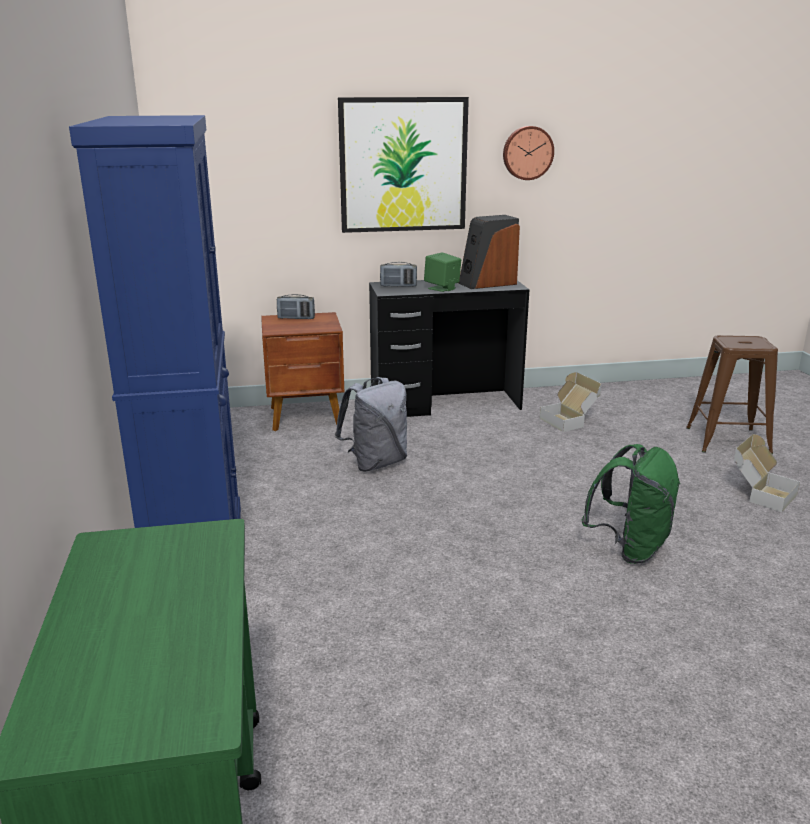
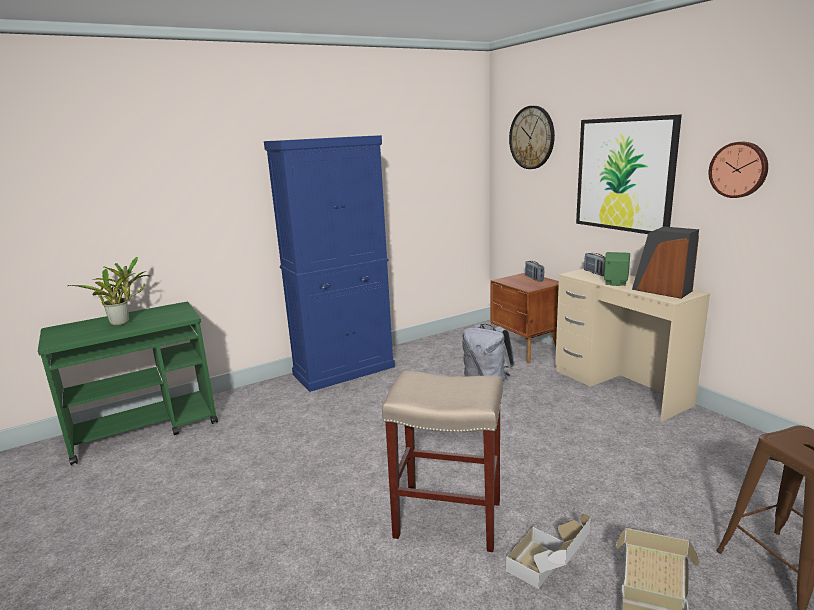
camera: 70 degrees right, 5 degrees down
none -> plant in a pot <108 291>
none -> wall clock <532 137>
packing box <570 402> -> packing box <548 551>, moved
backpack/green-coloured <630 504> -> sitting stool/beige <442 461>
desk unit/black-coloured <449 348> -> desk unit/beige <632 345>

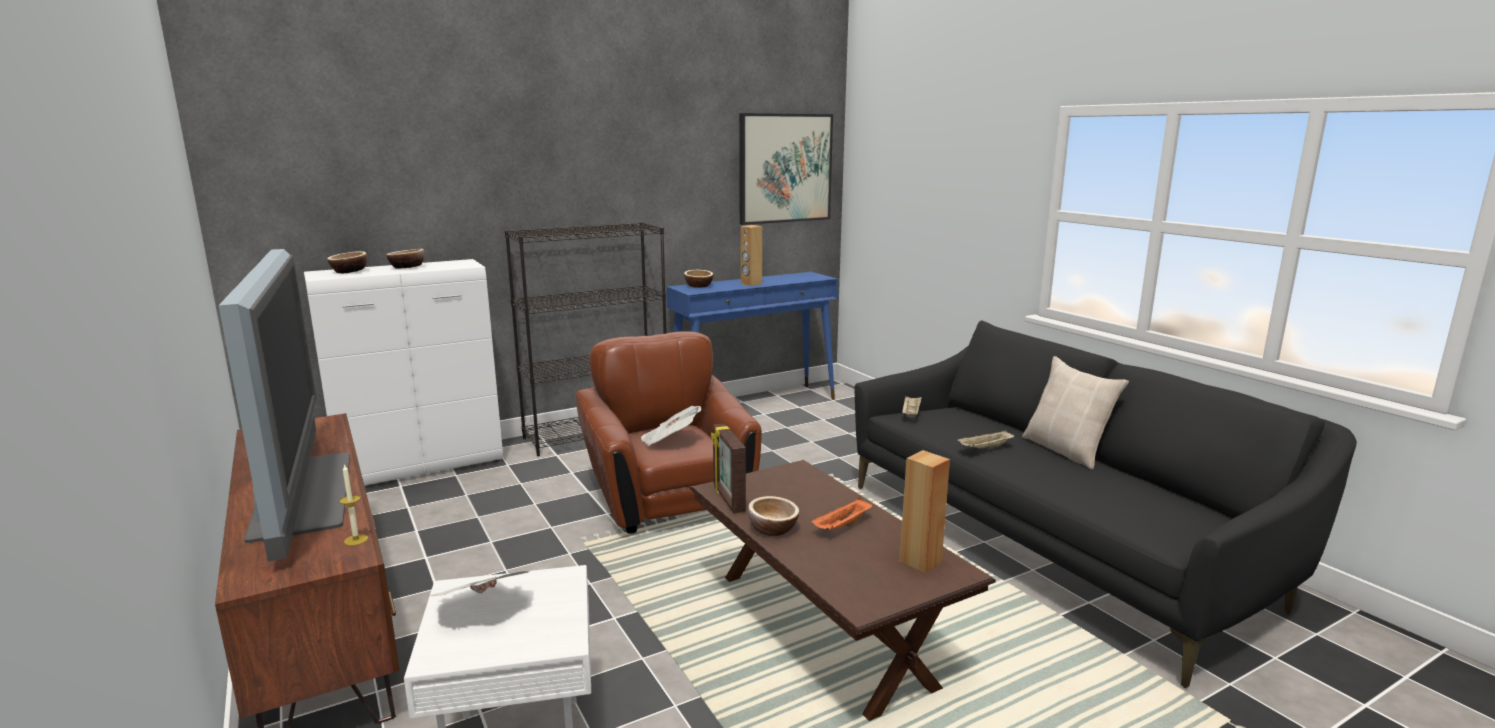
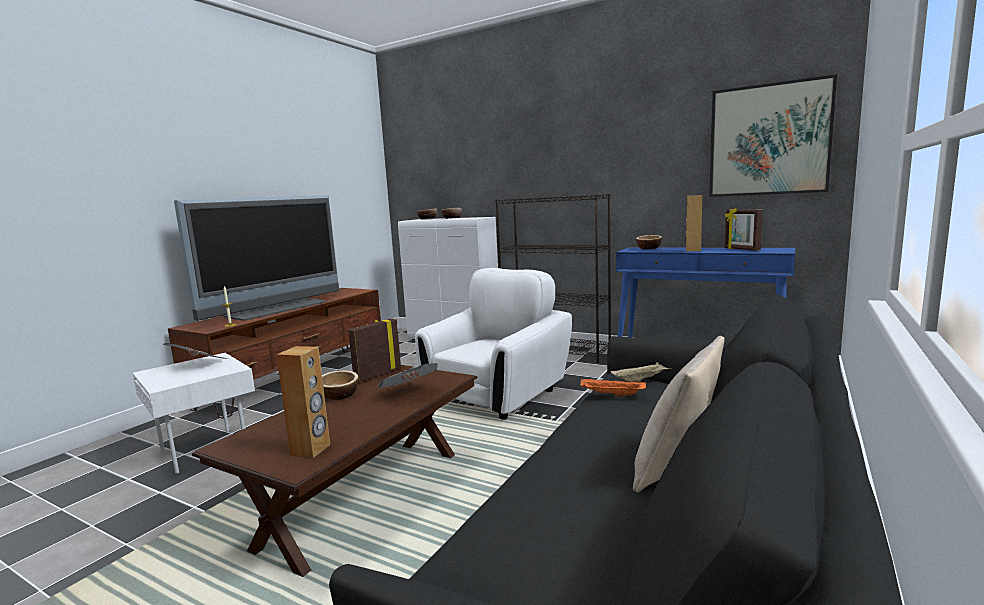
camera: 60 degrees right, 5 degrees down
carrying tray/beige <986 440> -> none
none -> standing frame <744 229>
daily paper <671 426> -> daily paper <408 375>, moved
carrying tray/orangey <842 514> -> carrying tray/orangey <613 388>, moved
lounge chair/brown-coloured <669 432> -> lounge chair/whitish <493 343>

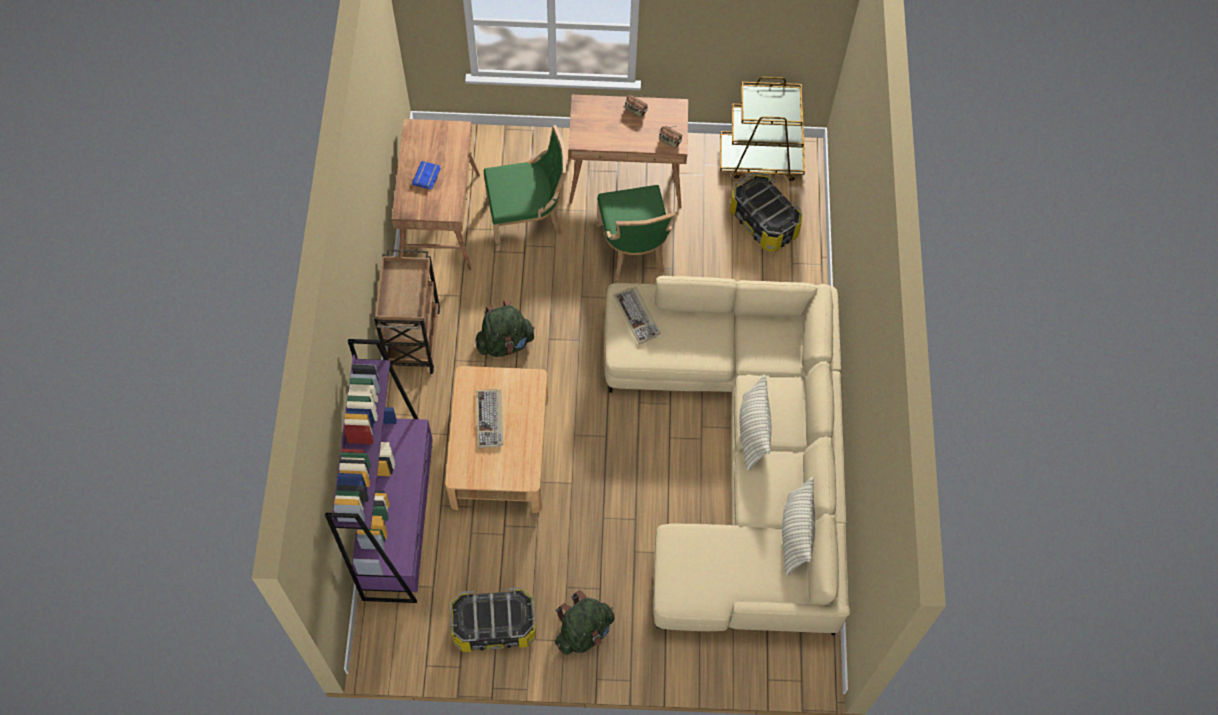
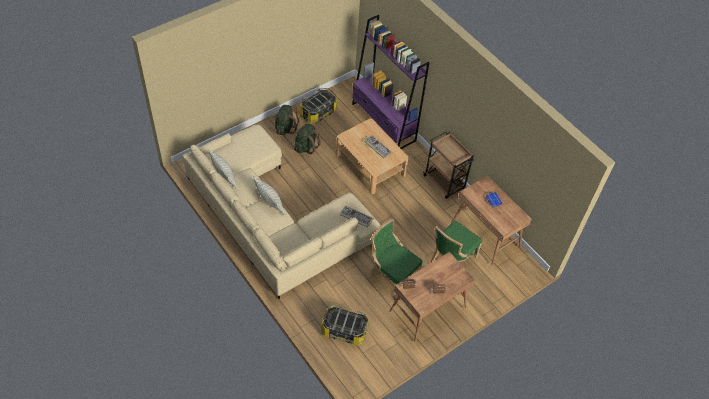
camera: 140 degrees right, 10 degrees down
trolley/brown-coloured <762 129> -> none
backpack/green-coloured <505 328> -> backpack/green-coloured <307 139>, moved

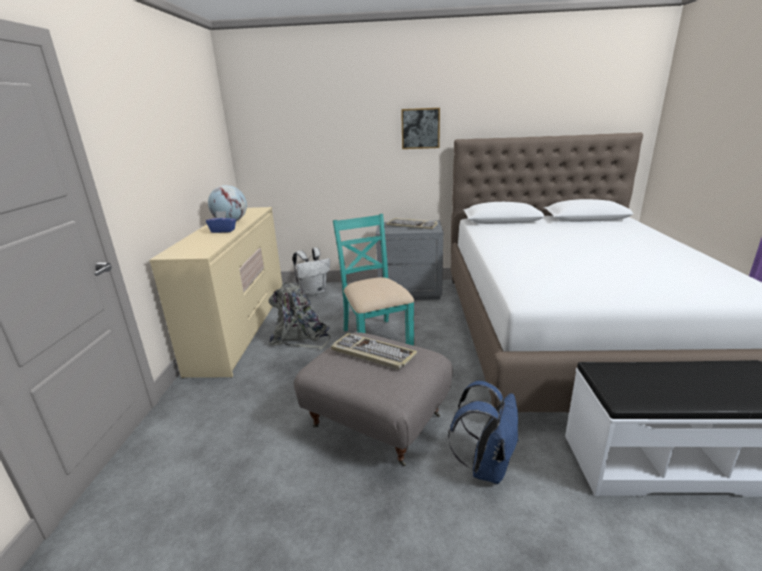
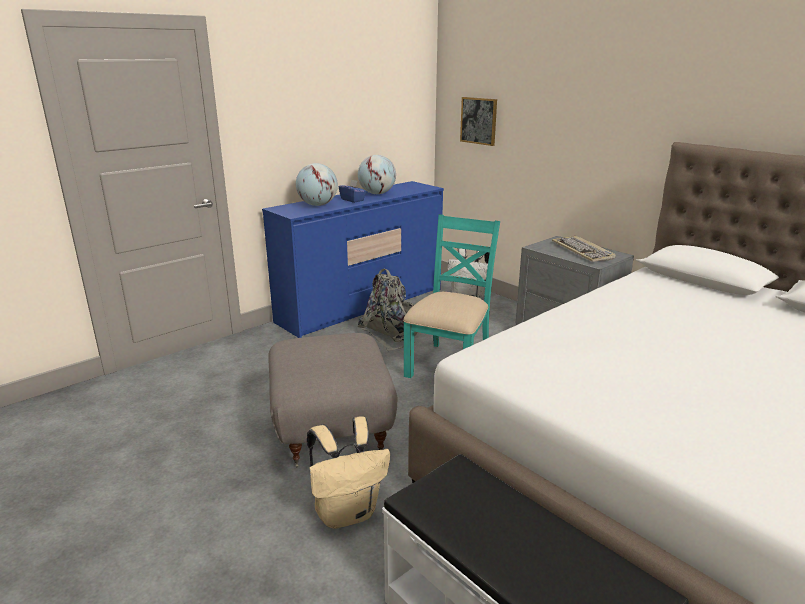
camera: 45 degrees right, 0 degrees up
PC keyboard <374 351> -> none
none -> world globe <317 184>
wall picture <420 128> -> wall picture <478 121>, moved
chest of drawers/beige <216 292> -> chest of drawers/blue-coloured <353 259>
backpack/blue-coloured <483 432> -> backpack/beige <348 473>

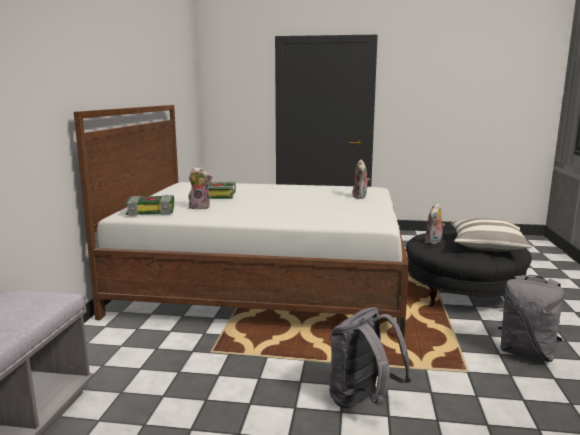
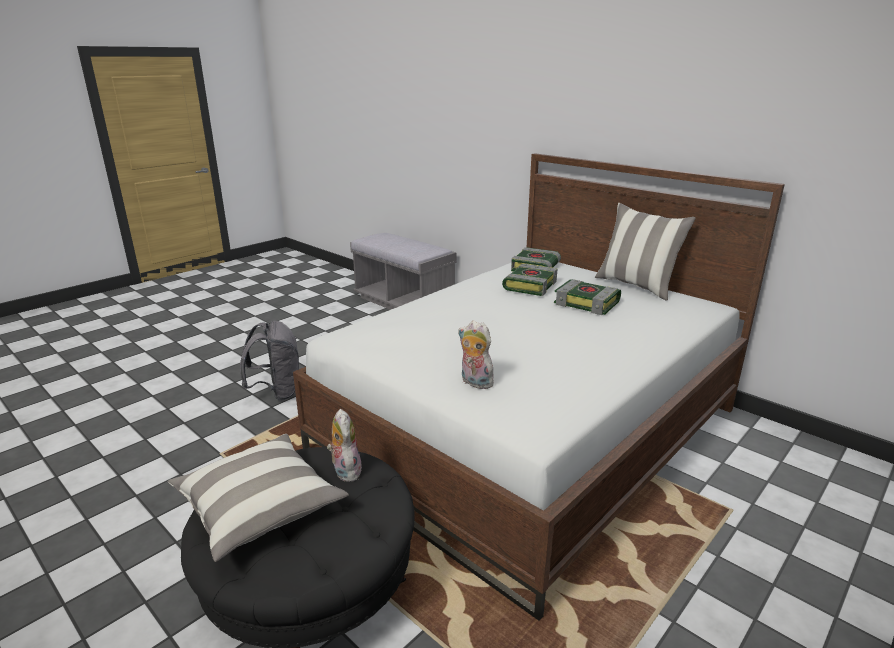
camera: 125 degrees right, 10 degrees up
backpack/greyish <531 318> -> none
none -> throw pillow <645 252>
soft toy <200 188> -> bound book <529 280>

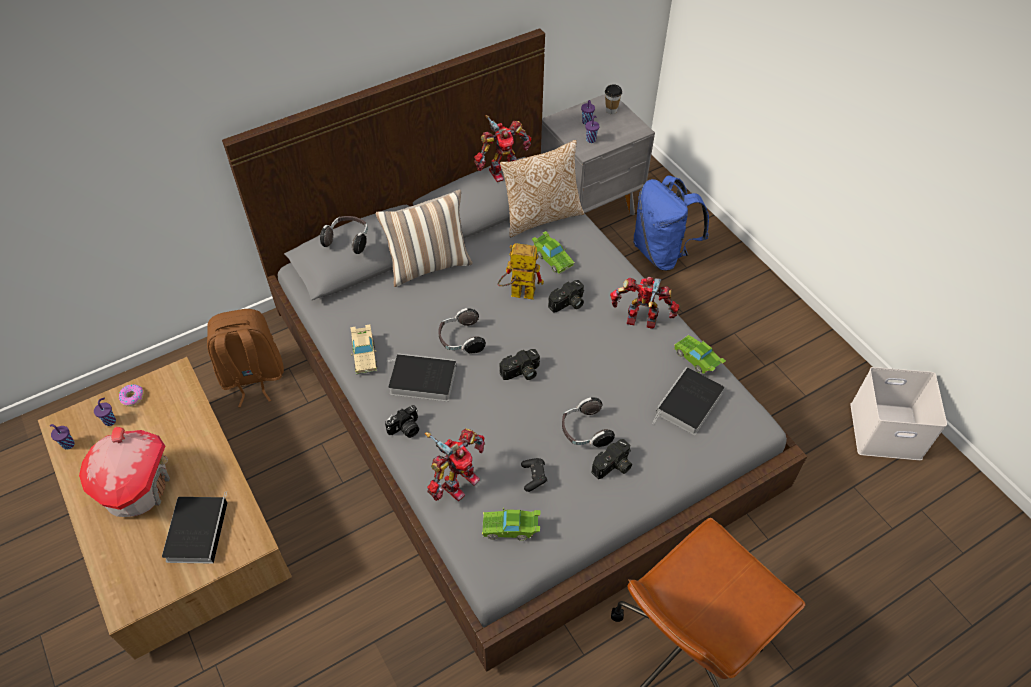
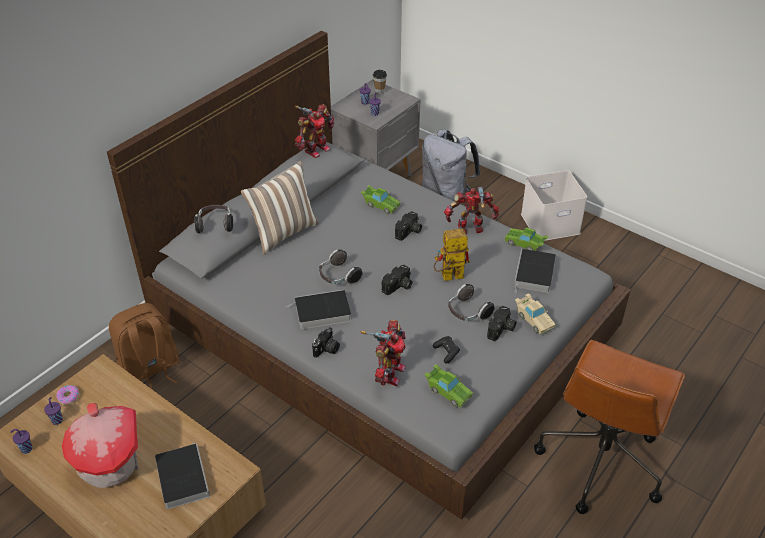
camera: 20 degrees left, 10 degrees down
throw pillow <542 188> -> none
miniature car/beige <363 349> -> miniature car/beige <535 314>, moved
model robot <521 271> -> model robot <452 254>, moved
storage bin/whitish <898 413> -> storage bin/whitish <554 205>, moved
backpack/blue-coloured <671 223> -> backpack/greyish <451 167>
miniature car/green-coloured <511 524> -> miniature car/green-coloured <449 386>, 120 degrees counterclockwise

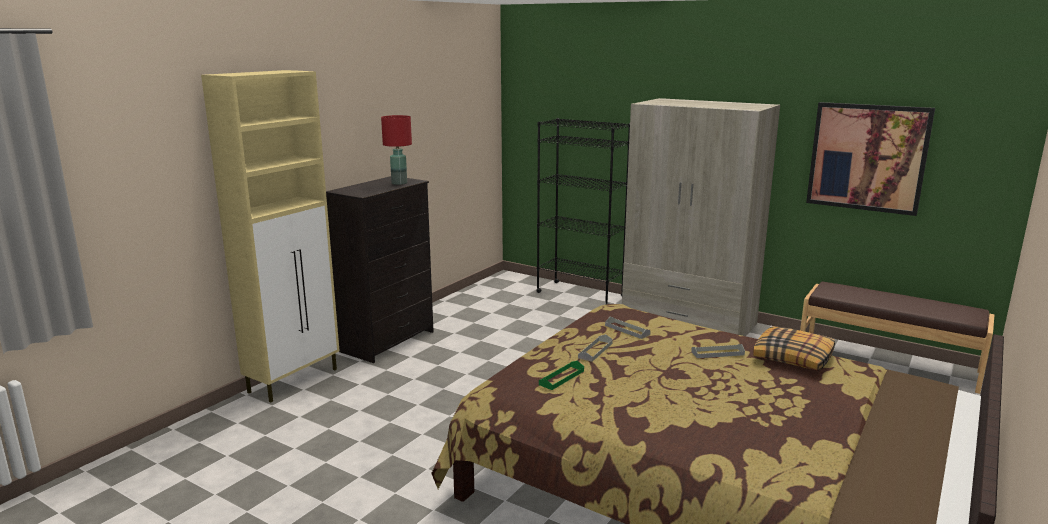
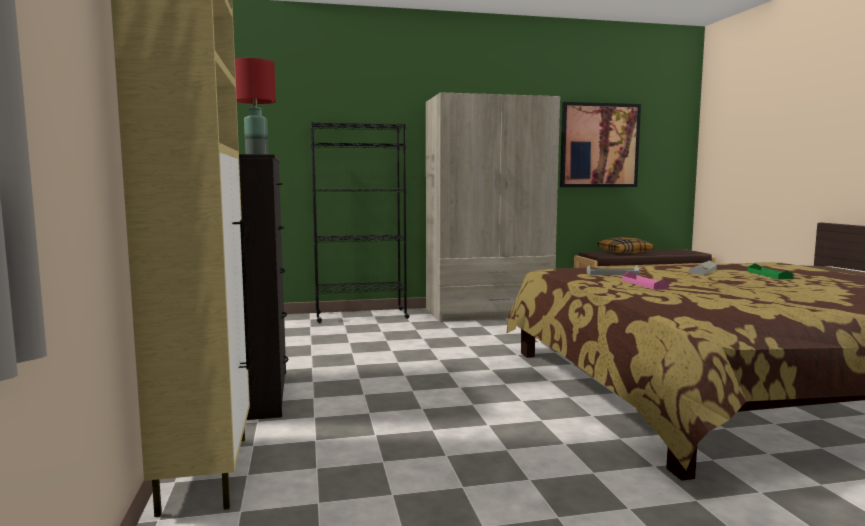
camera: 45 degrees left, 10 degrees down
carrying tray/green-coloured <561 375> -> carrying tray/green-coloured <770 271>, moved
throw pillow <794 348> -> throw pillow <625 246>, moved
carrying tray/greyish <595 348> -> carrying tray/pinkish <645 280>

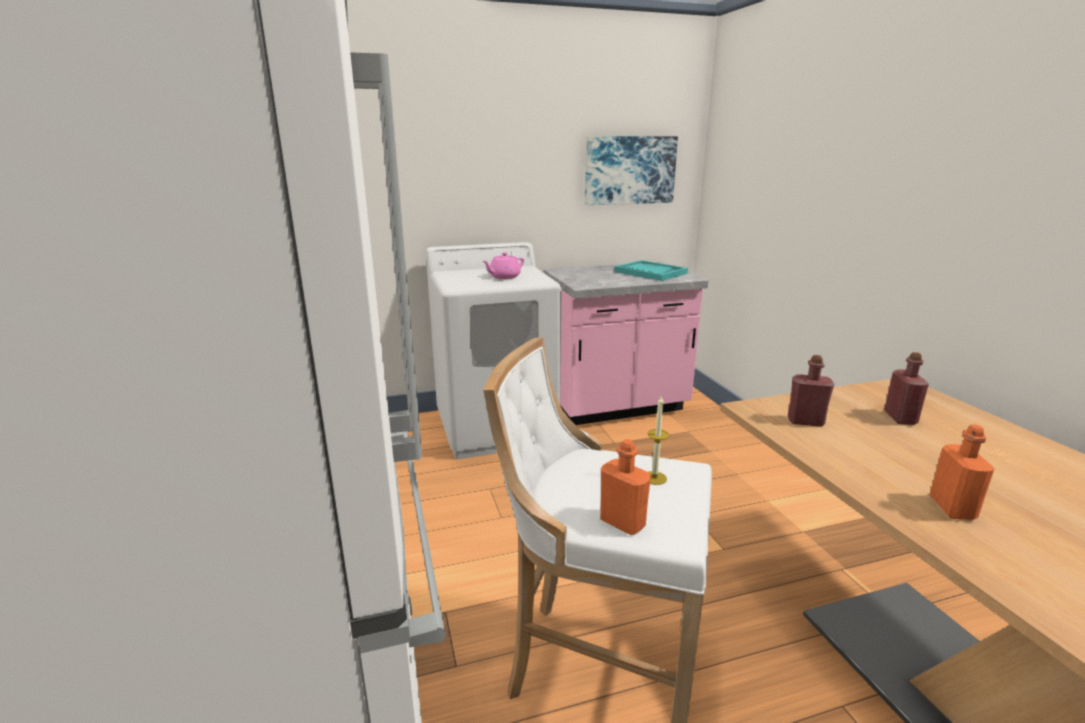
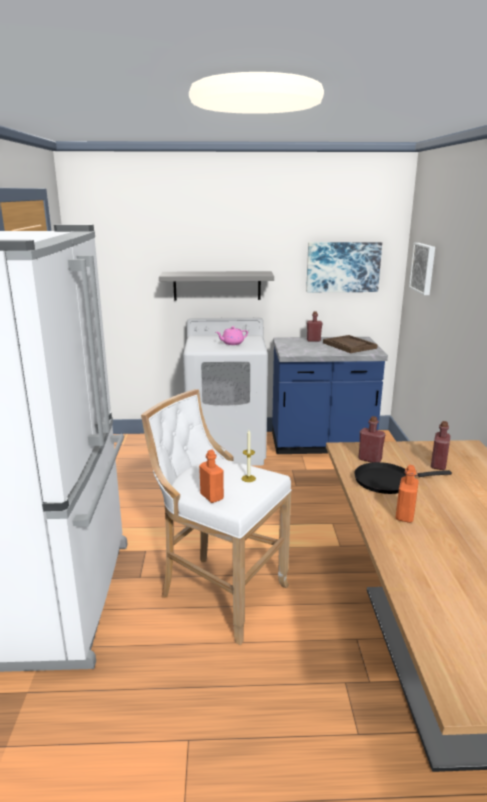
camera: 15 degrees right, 0 degrees up
none -> shelf/greyish <216 285>
none -> beverage bottle/red-coloured <314 326>
none -> pan/black-coloured <403 478>
none -> wall picture <422 269>
counter/pinkish <626 343> -> counter/blue-coloured <330 395>
carrying tray/turquoise-coloured <651 270> -> carrying tray/brown-coloured <350 344>

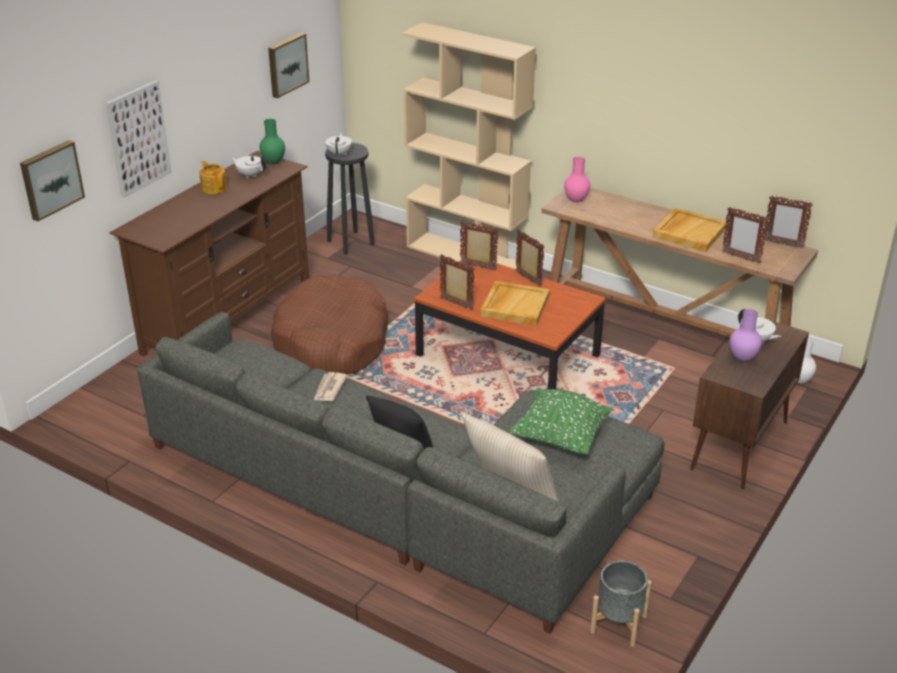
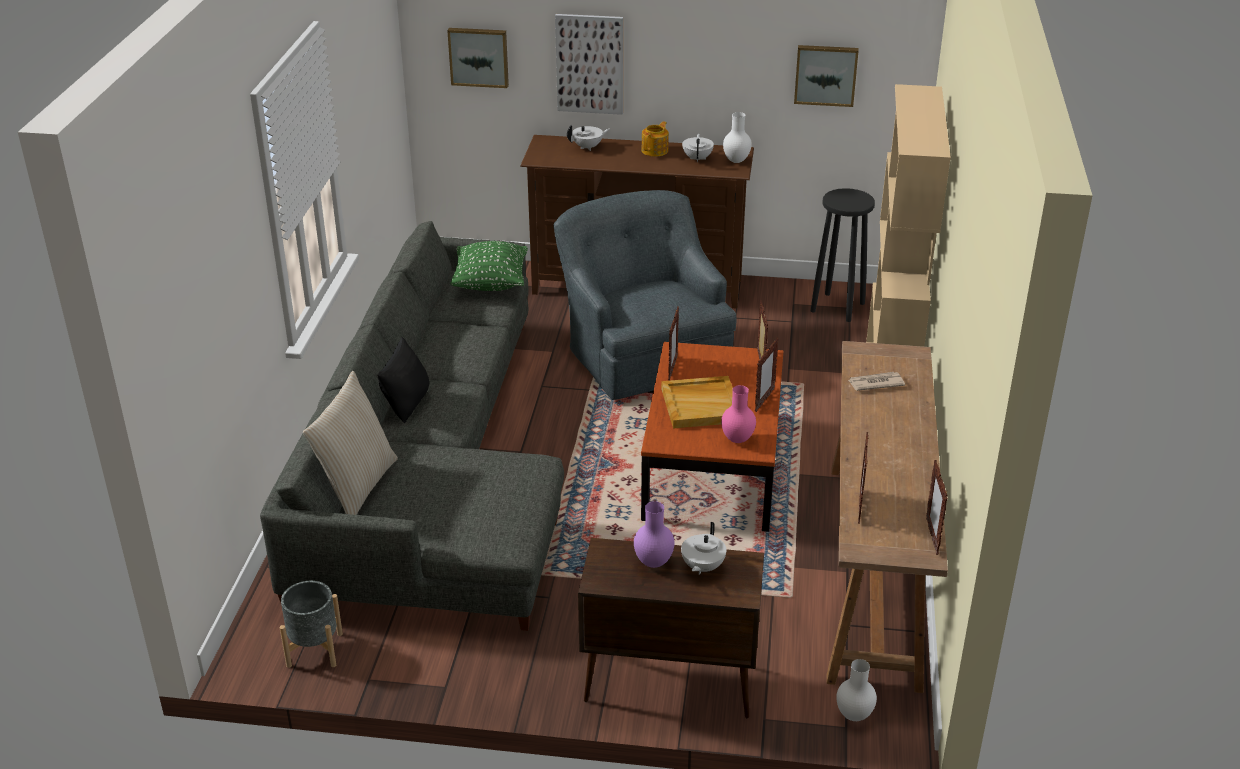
camera: 65 degrees right, 0 degrees up
carrying tray/beige <690 230> -> none
daily paper <330 386> -> daily paper <876 381>, moved
teapot/whitish <338 145> -> teapot/whitish <588 138>, moved
throw pillow/green-coloured <561 421> -> throw pillow/green-coloured <489 266>, moved
vase/pinkish <577 179> -> vase/pinkish <738 414>, moved
pet bed/brown-coloured <329 324> -> lounge chair/greyish <644 295>
vase/green-coloured <272 141> -> vase/whitish <737 137>

